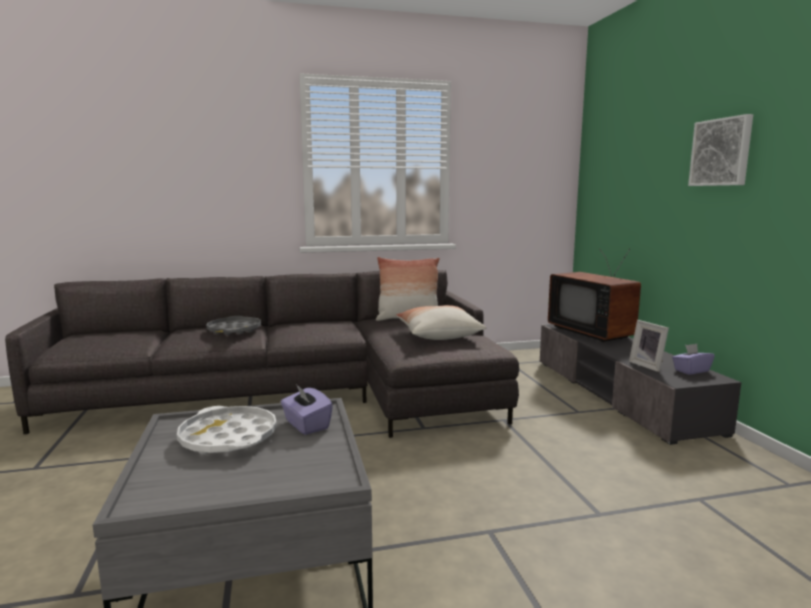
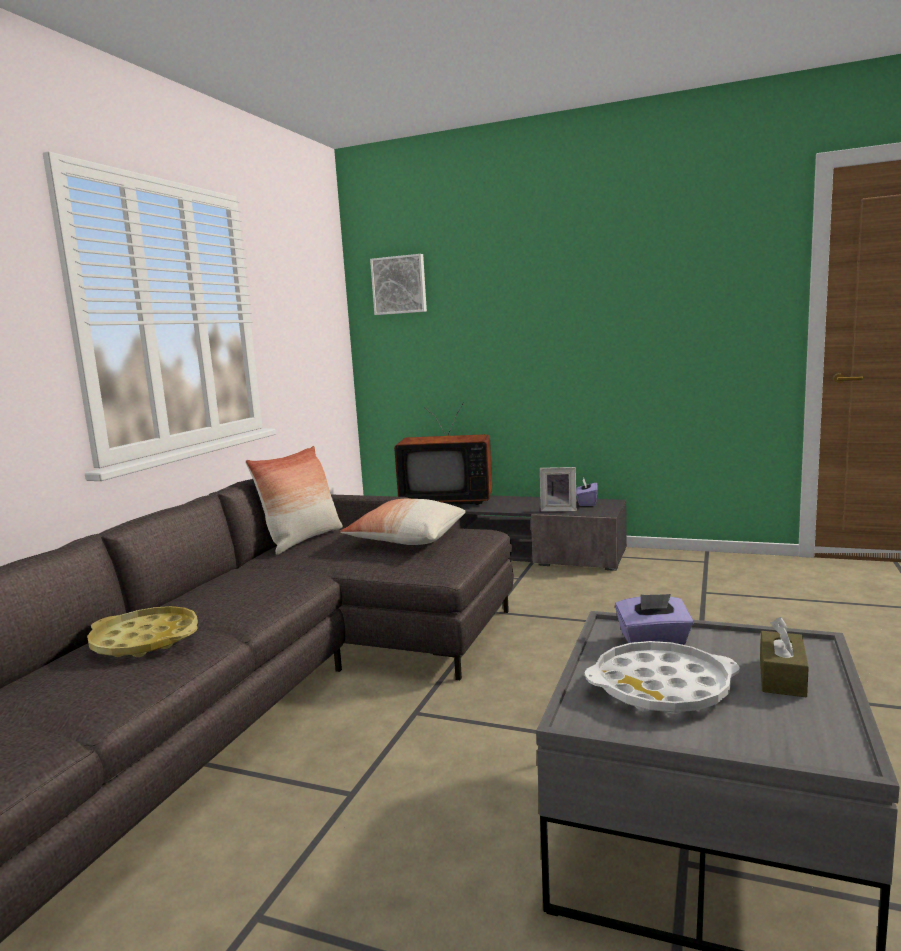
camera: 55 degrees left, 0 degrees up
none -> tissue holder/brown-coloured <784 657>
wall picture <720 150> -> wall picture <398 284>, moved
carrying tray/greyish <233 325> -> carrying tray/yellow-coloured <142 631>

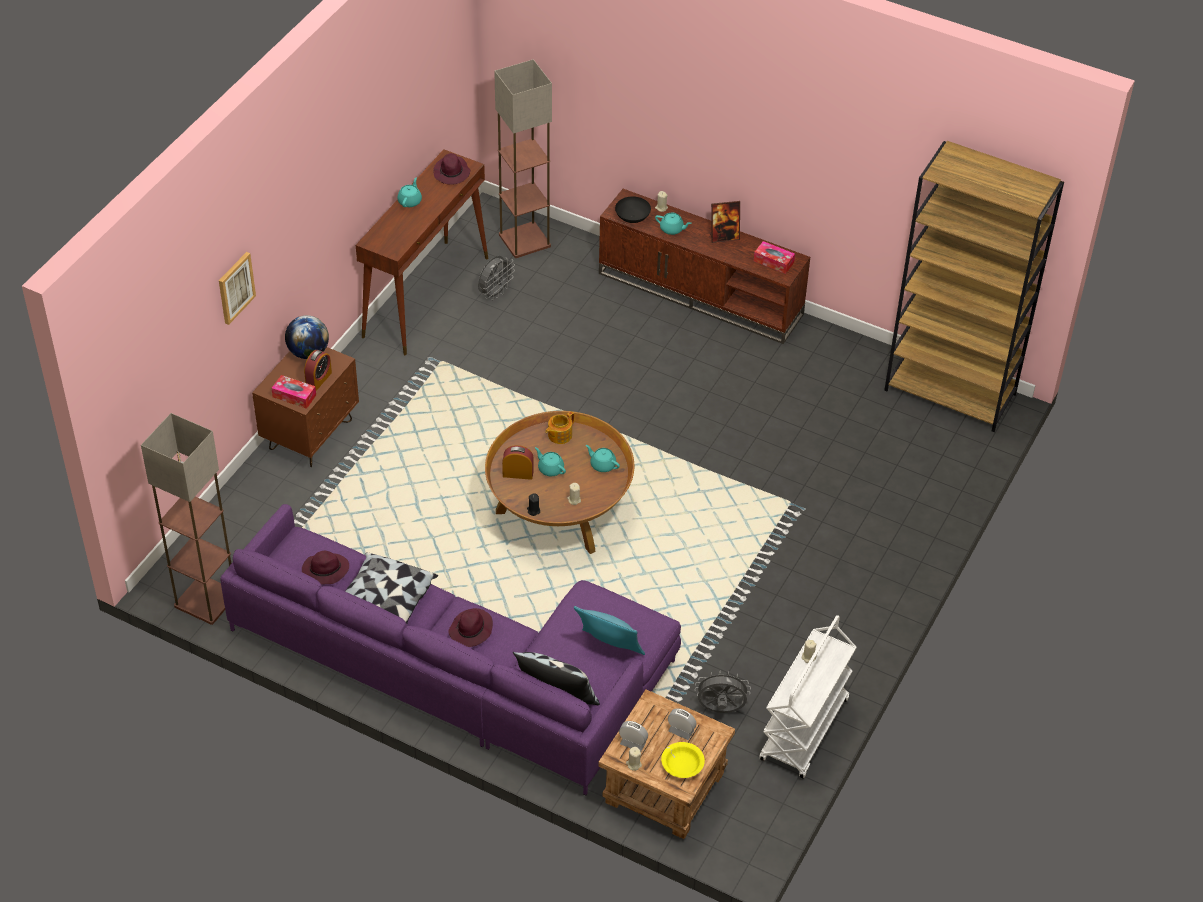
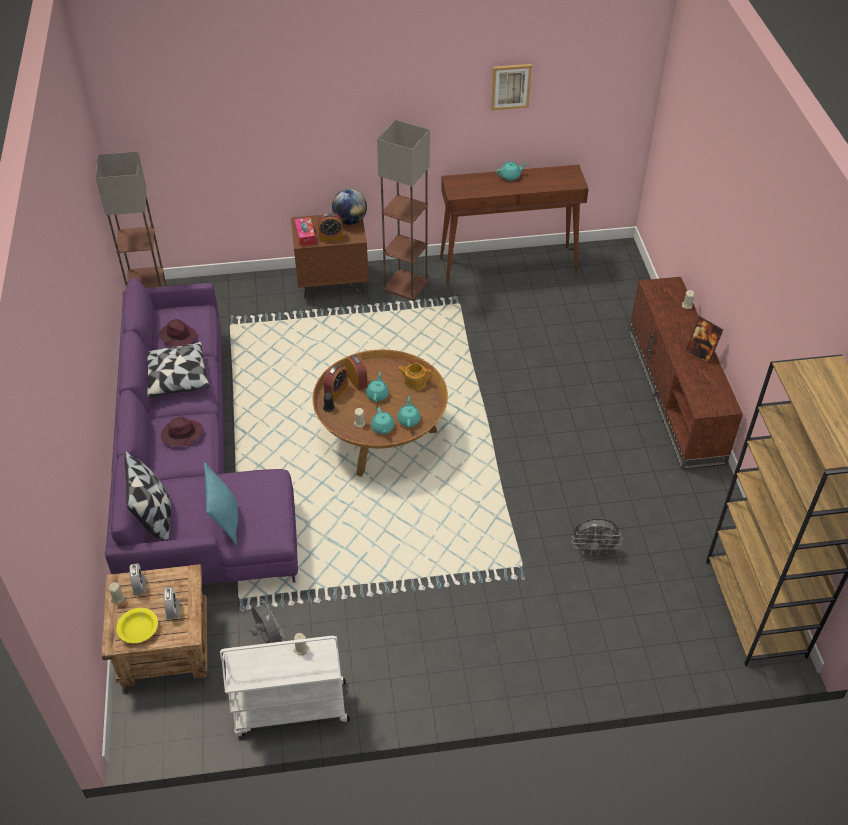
camera: 55 degrees right, 0 degrees up
hat/purple <452 169> -> none
bowl/black-coloured <633 209> -> none
tissue holder <774 257> -> none
none -> alarm clock <335 383>
wall picture <237 288> -> wall picture <511 87>, moved
fan/greyish <496 278> -> fan/greyish <597 537>, moved
floor lamp <523 158> -> floor lamp <403 210>, moved
teapot/turquoise-coloured <673 224> -> teapot/turquoise-coloured <383 420>, moved

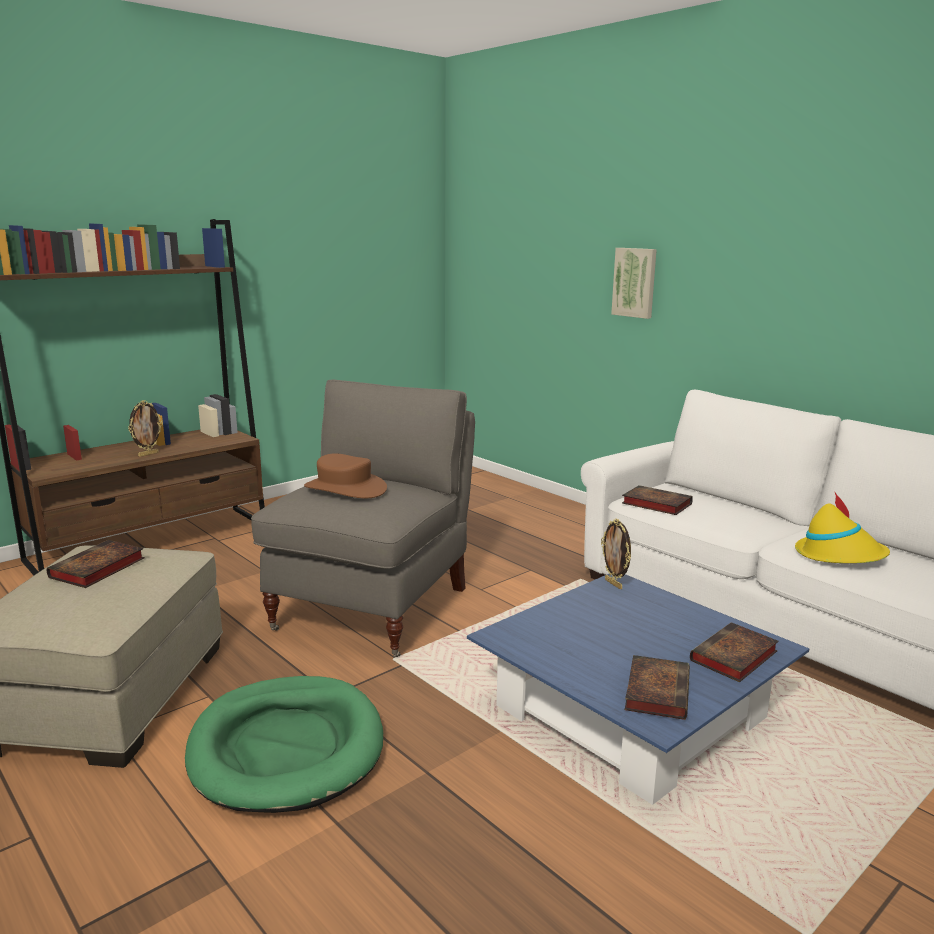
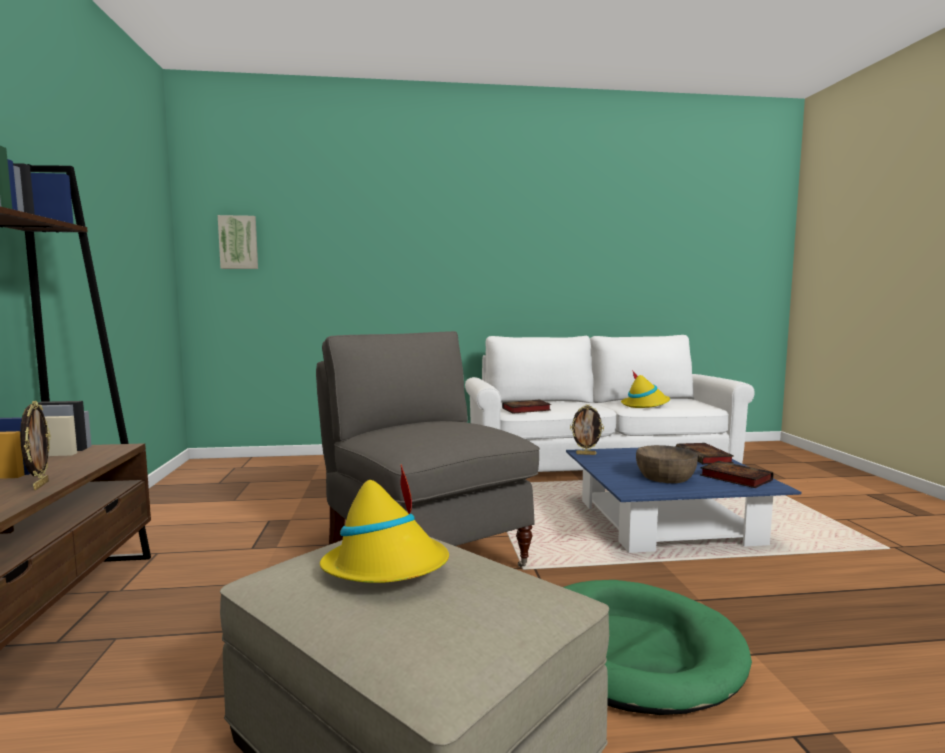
camera: 55 degrees left, 10 degrees down
hat/brown-coloured <345 476> -> none
none -> bowl/brown-coloured <667 464>
wall picture <634 283> -> wall picture <238 242>, moved
bound book <96 564> -> hat/yellow-coloured <384 523>

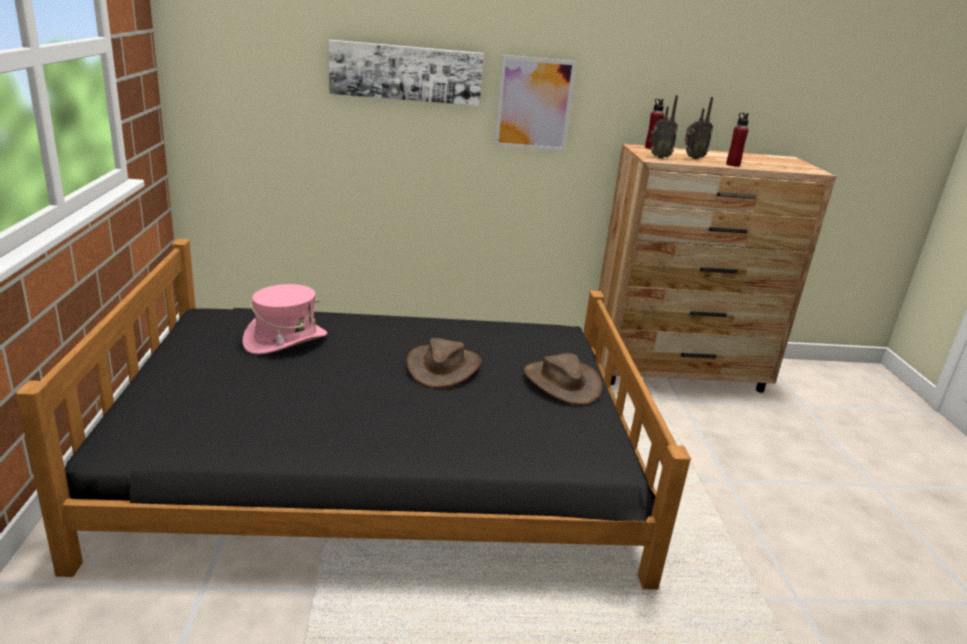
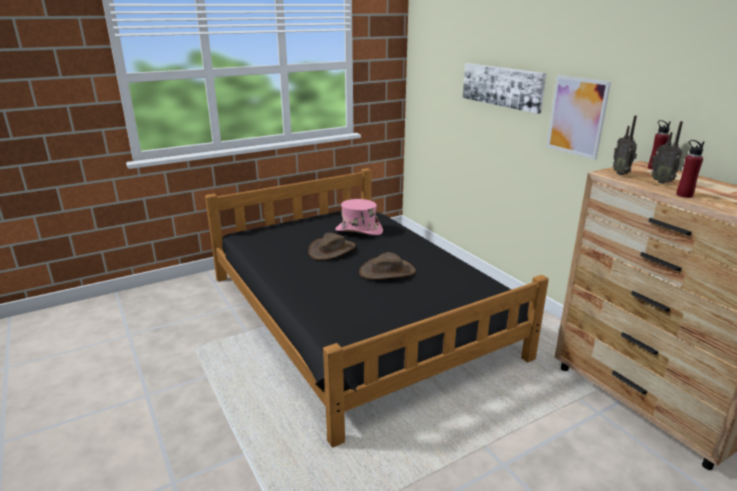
camera: 65 degrees right, 0 degrees up
hat/brown-coloured <563 379> -> hat/brown-coloured <332 246>, moved

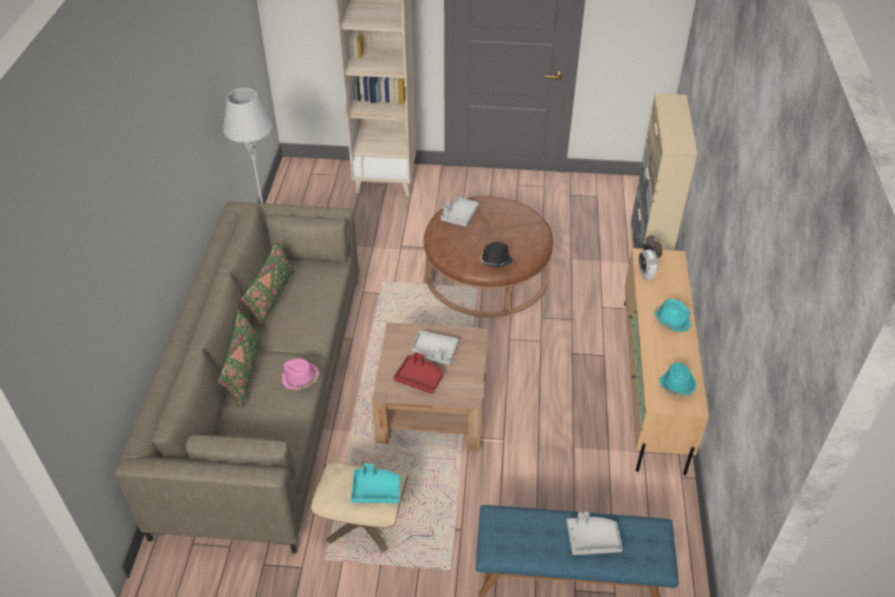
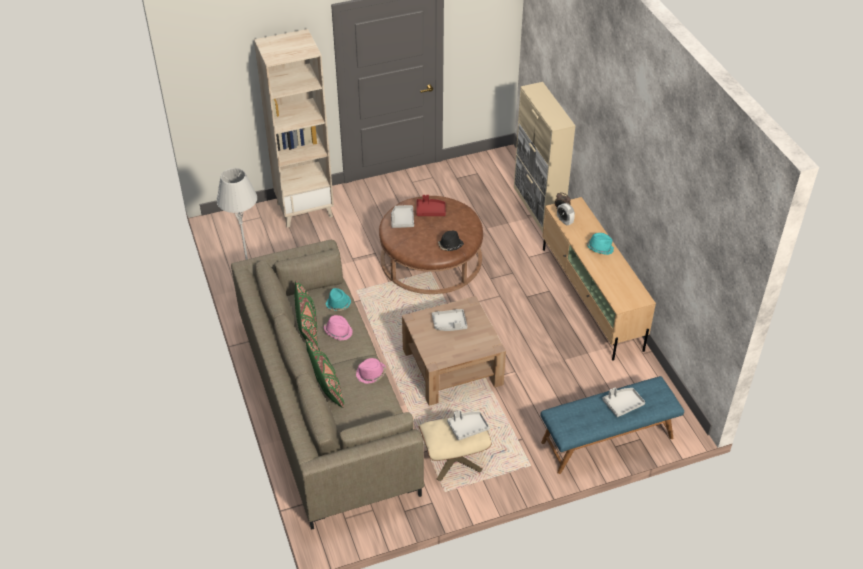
camera: 25 degrees left, 0 degrees up
none -> hat/pinkish <338 327>
carrying tray/red-coloured <418 373> -> carrying tray/red-coloured <431 205>, moved
hat/turquoise-coloured <678 379> -> hat/turquoise-coloured <338 299>, moved
carrying tray/turquoise-coloured <375 483> -> carrying tray/greyish <468 425>

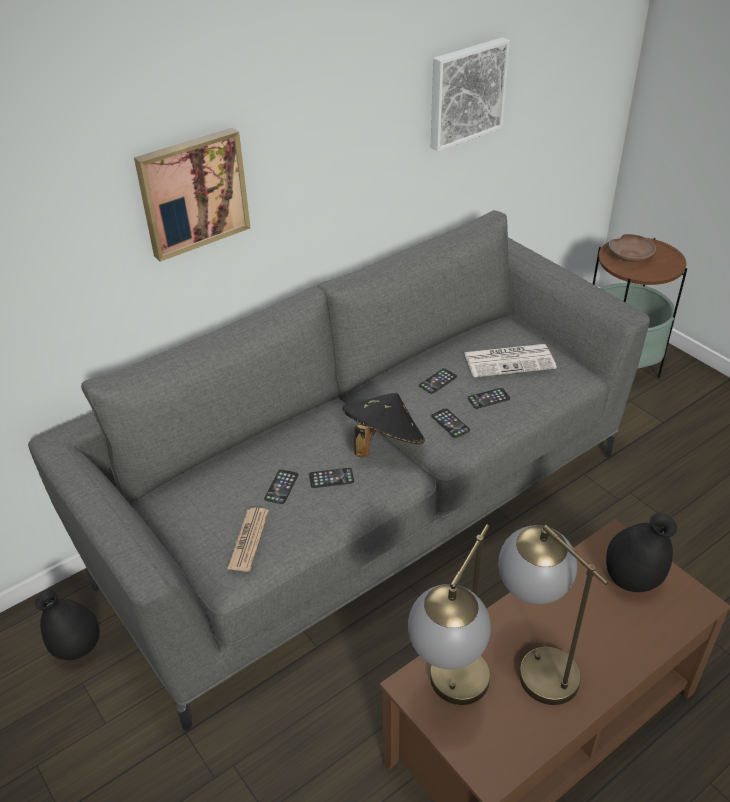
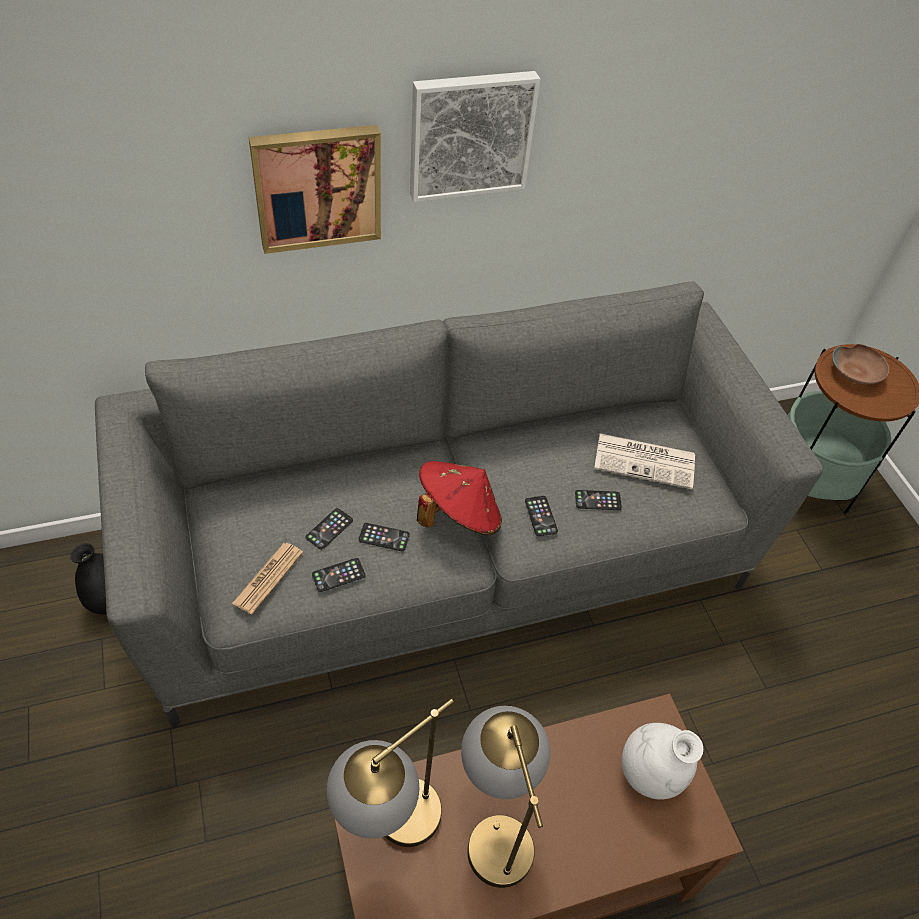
camera: 15 degrees right, 10 degrees up
handset <438 381> -> handset <339 575>, moved
wall picture <470 94> -> wall picture <475 136>, moved
hat/black-coloured <383 425> -> hat/red-coloured <459 498>
vase/black-coloured <641 552> -> vase/whitish <662 761>

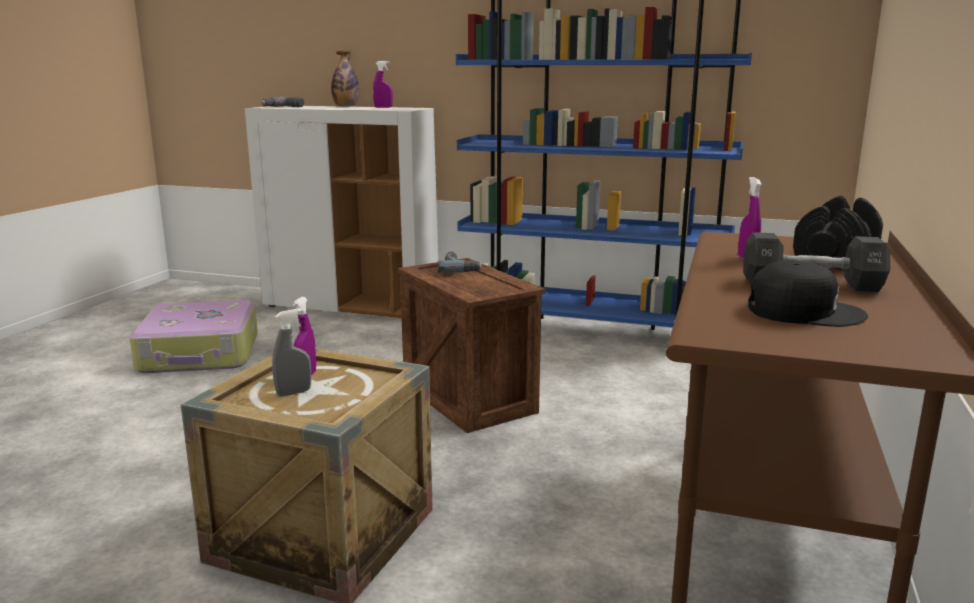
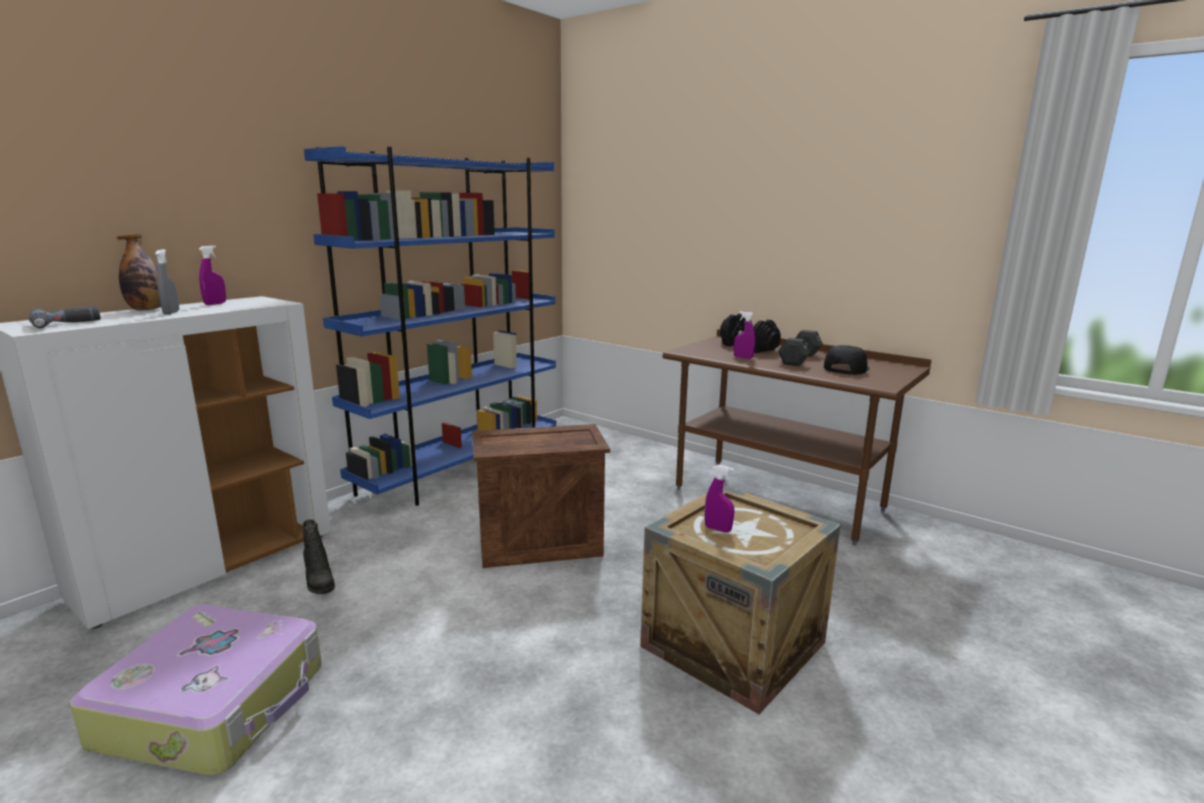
camera: 70 degrees left, 0 degrees up
drill <460 262> -> none
none -> high-top boot/black-coloured <319 557>
spray bottle/greyish <291 353> -> spray bottle/greyish <167 282>, moved

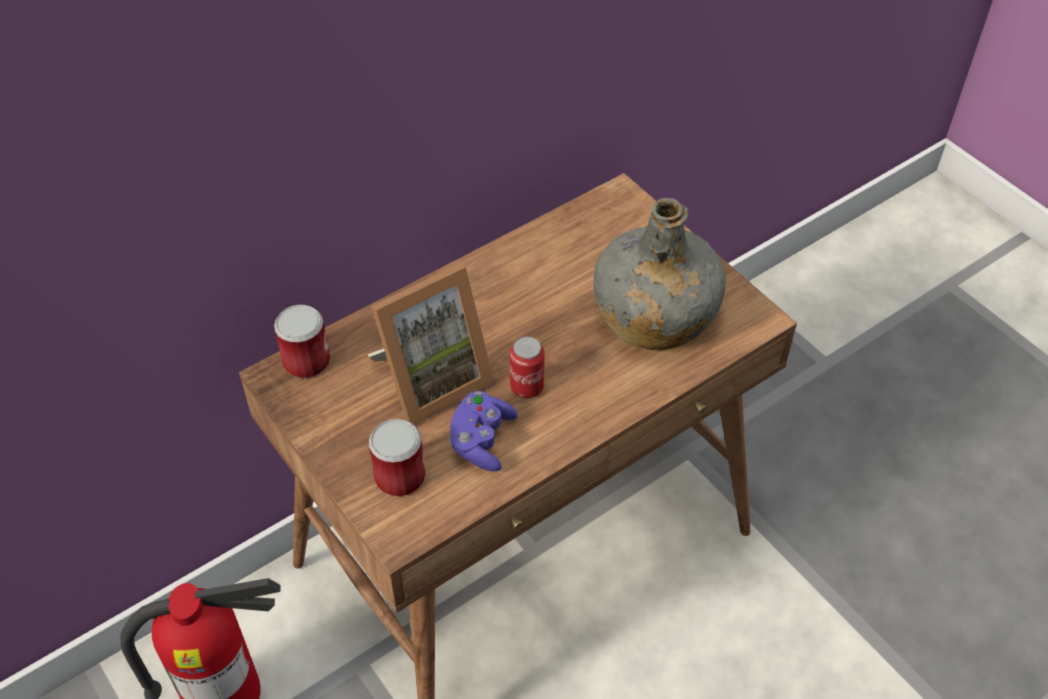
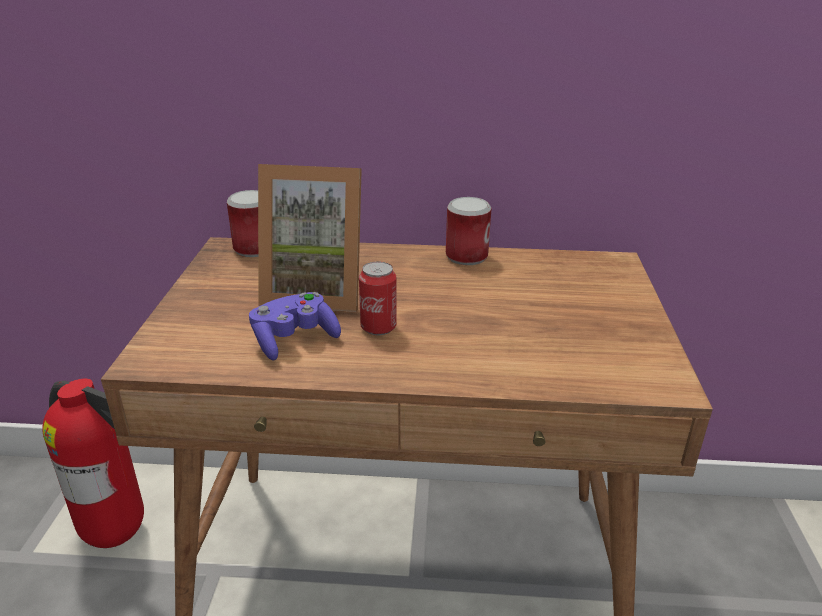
camera: 40 degrees right, 20 degrees down
beverage bottle/greyish <660 274> -> none
can <397 458> -> can <469 231>, moved

